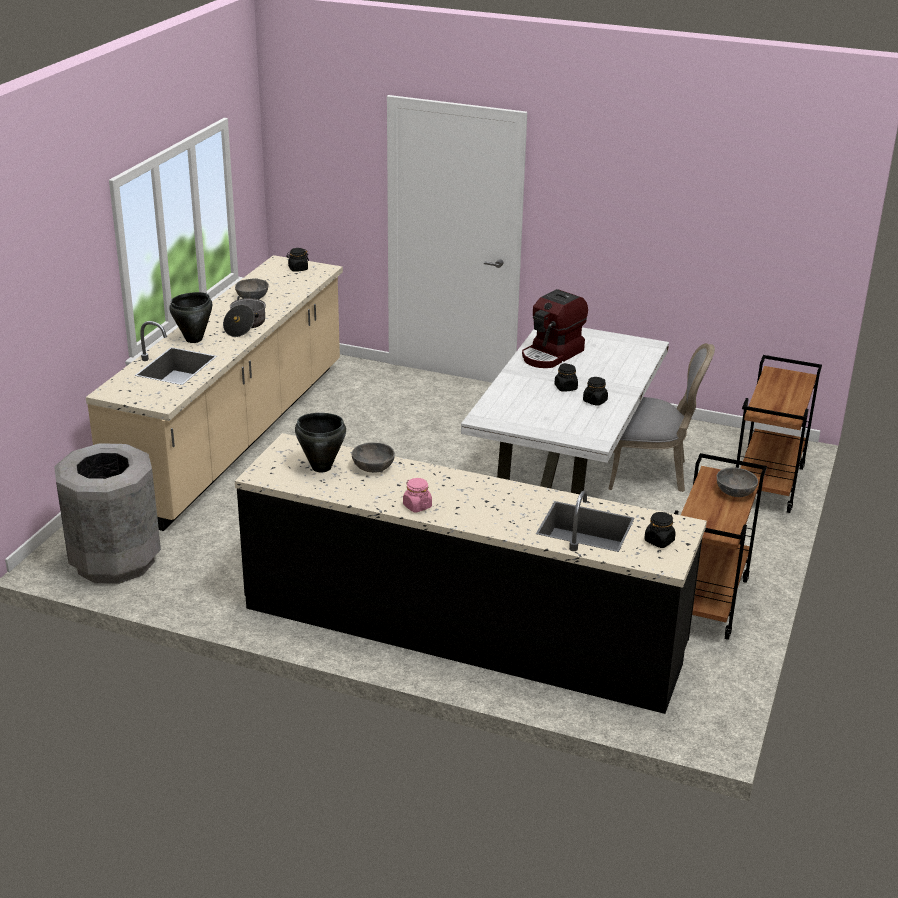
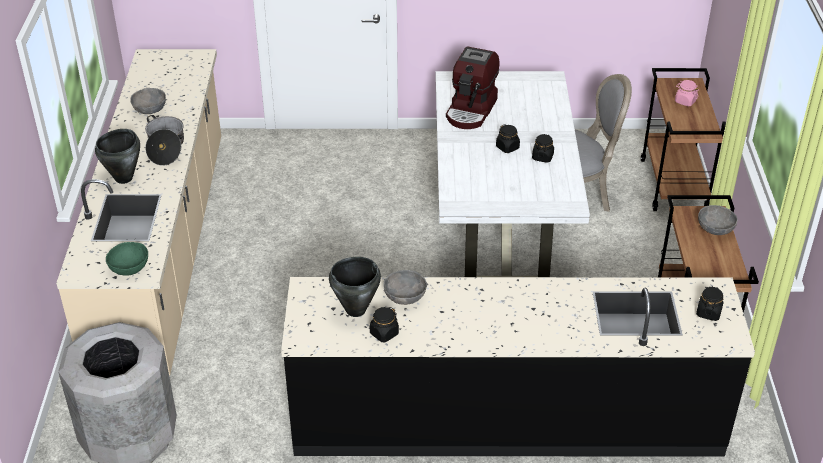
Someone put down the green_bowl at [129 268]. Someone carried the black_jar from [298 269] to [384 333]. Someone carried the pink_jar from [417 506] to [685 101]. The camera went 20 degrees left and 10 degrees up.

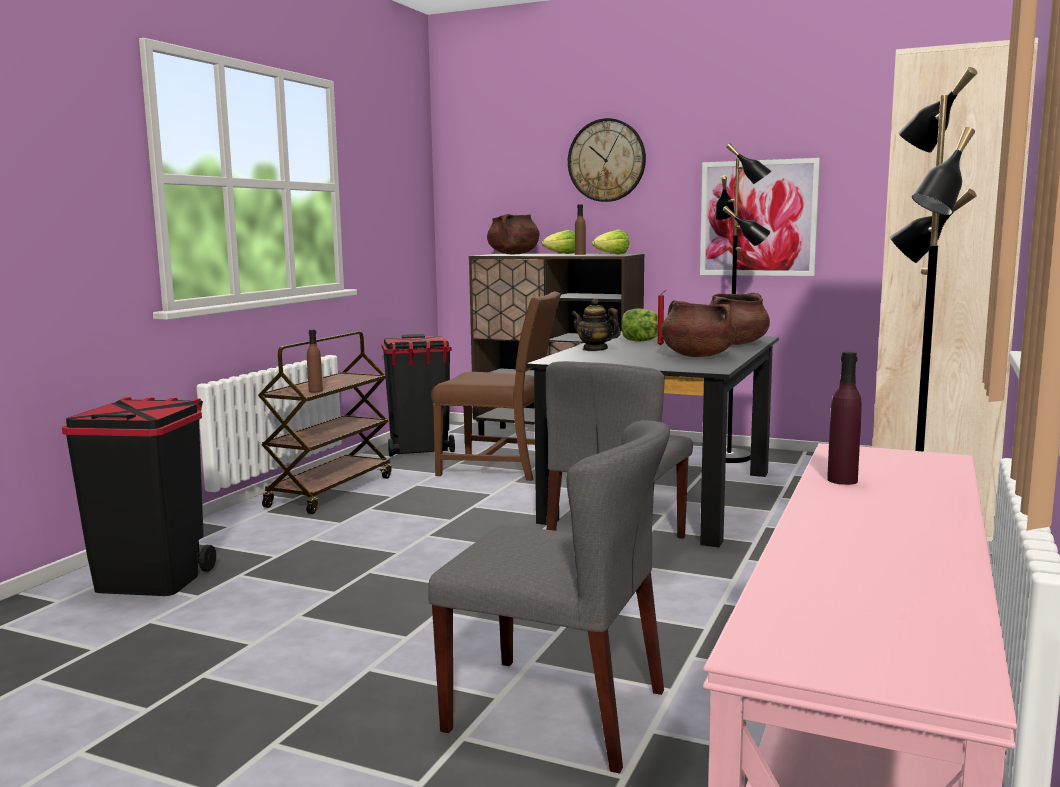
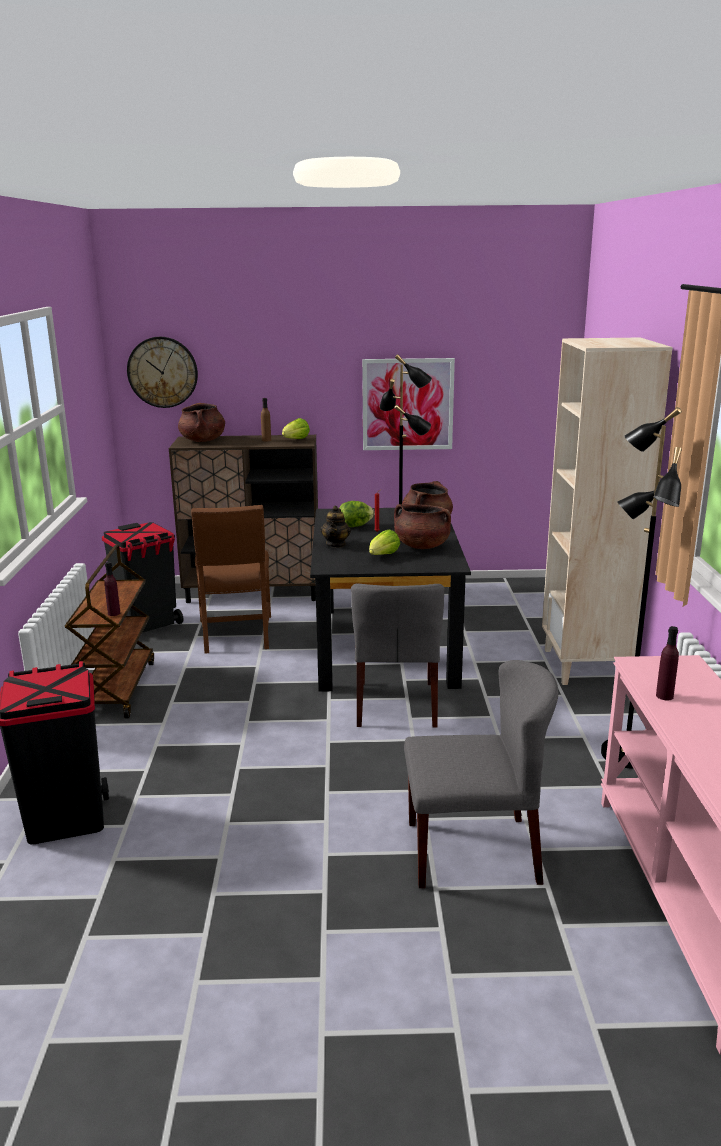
Someone carried the lettuce from [561 254] to [383 556]. Someone carried the wall_clock from [606 160] to [162 372]. Someone repainted the brown_bottle at [315 391], which became the purple_bottle at [114 613]. Someone rotated the brown_chair at [500 467] by 90 degrees clockwise. Someone rotated the teapot at [595 349] by 90 degrees counterclockwise. The camera went 25 degrees left and 10 degrees up.

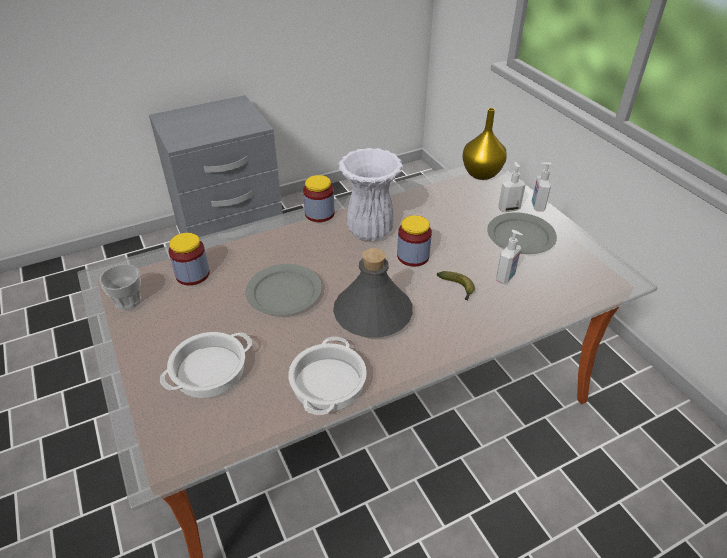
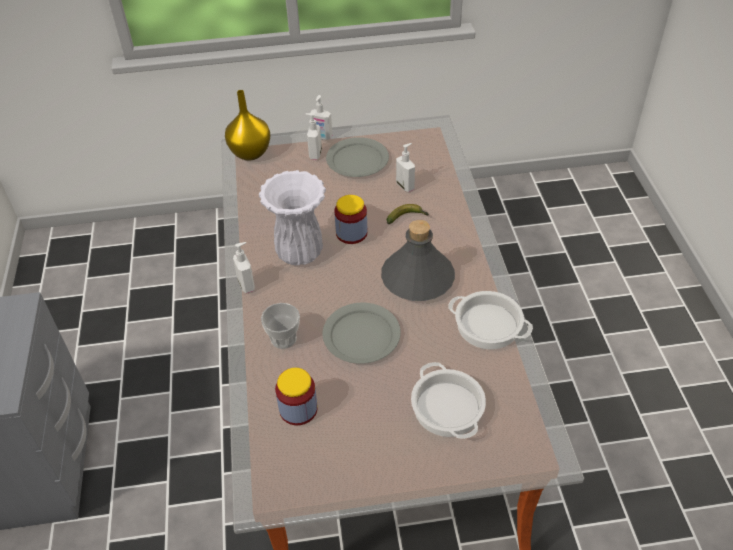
Someone carried the cup from [128 301] to [283 338]. Someone swapped the jar at [319 213] for the soap_dispenser at [247 285]. The camera went 70 degrees left and 5 degrees up.

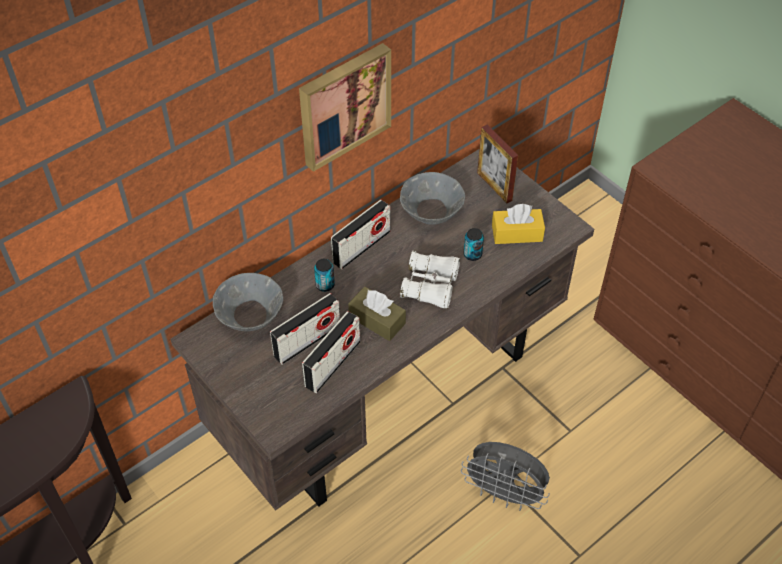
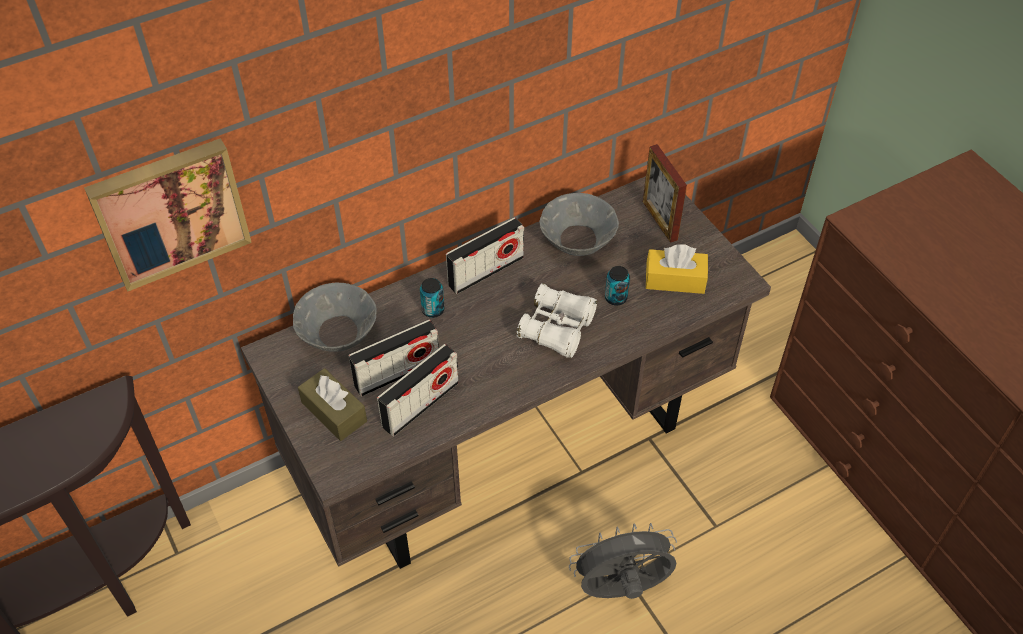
Someone carried the picture from [343 105] to [170 211]. Someone carried the brown_tissue_box from [377 320] to [334 412]. Someone rotated the grey_fan at [504 494] by 135 degrees clockwise. The camera went 10 degrees right and 0 degrees up.

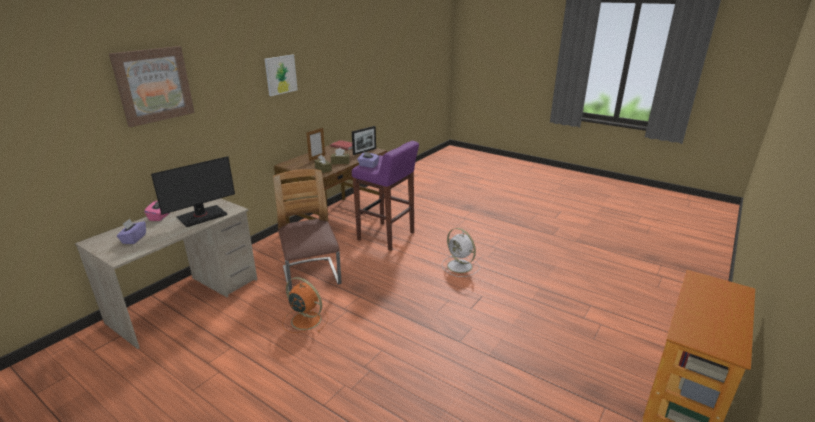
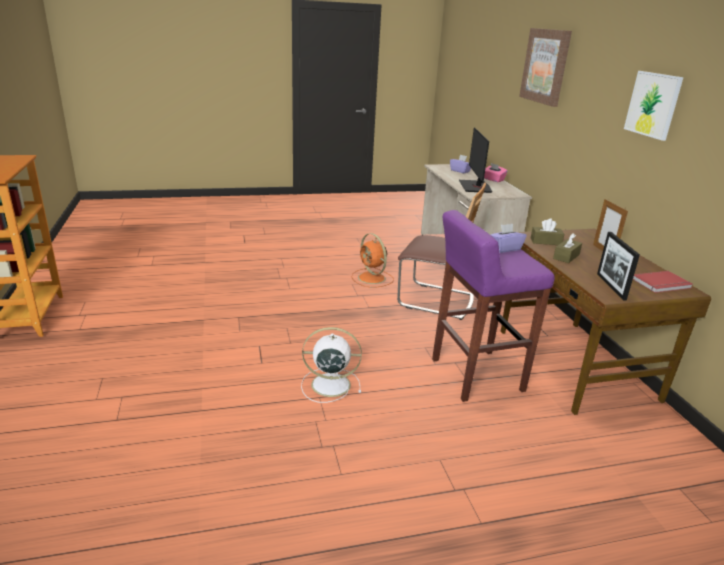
Someone rotated the orange_fan at [305 320] by 75 degrees clockwise. The camera went 130 degrees right and 0 degrees up.

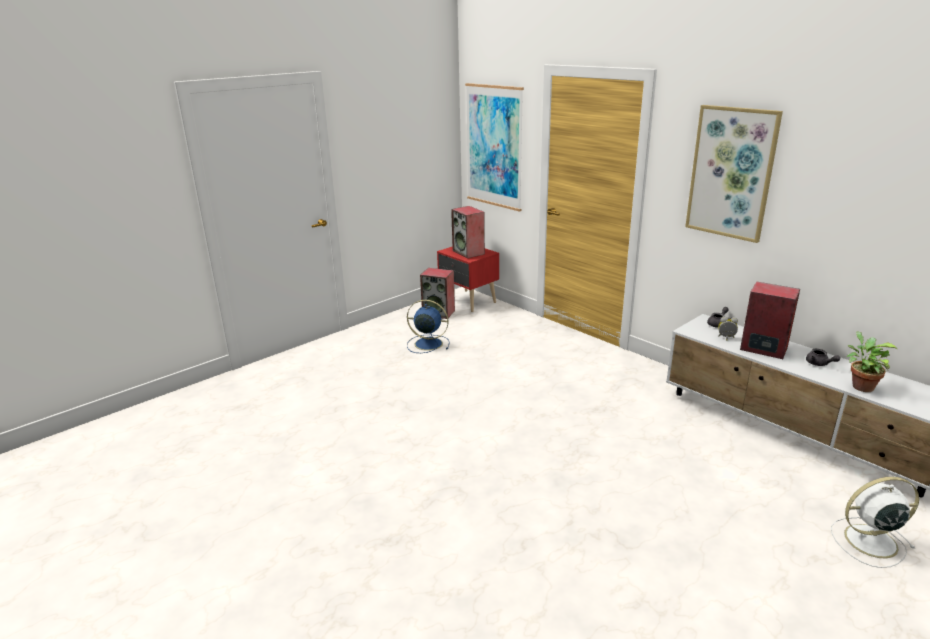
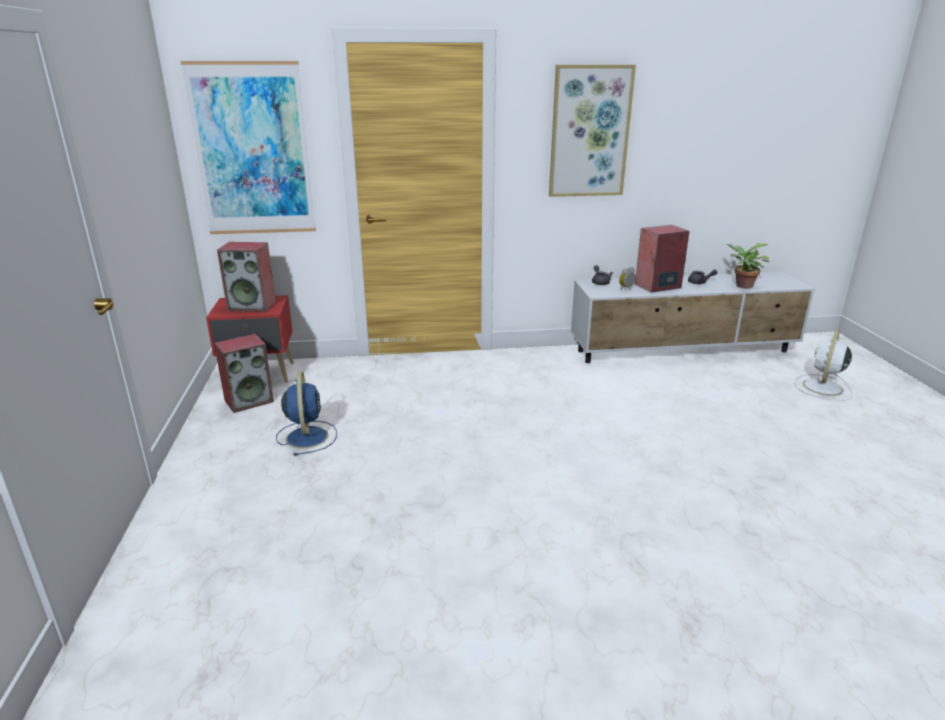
Someone rotated the blue_fan at [427 344] by 120 degrees clockwise. The camera went 55 degrees left and 0 degrees up.

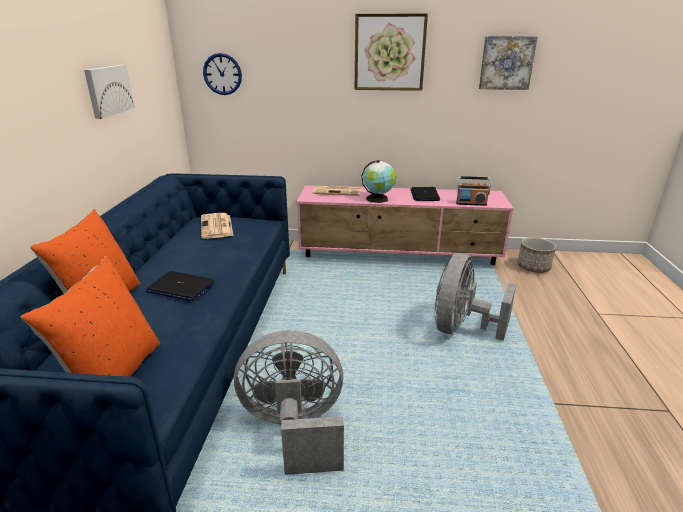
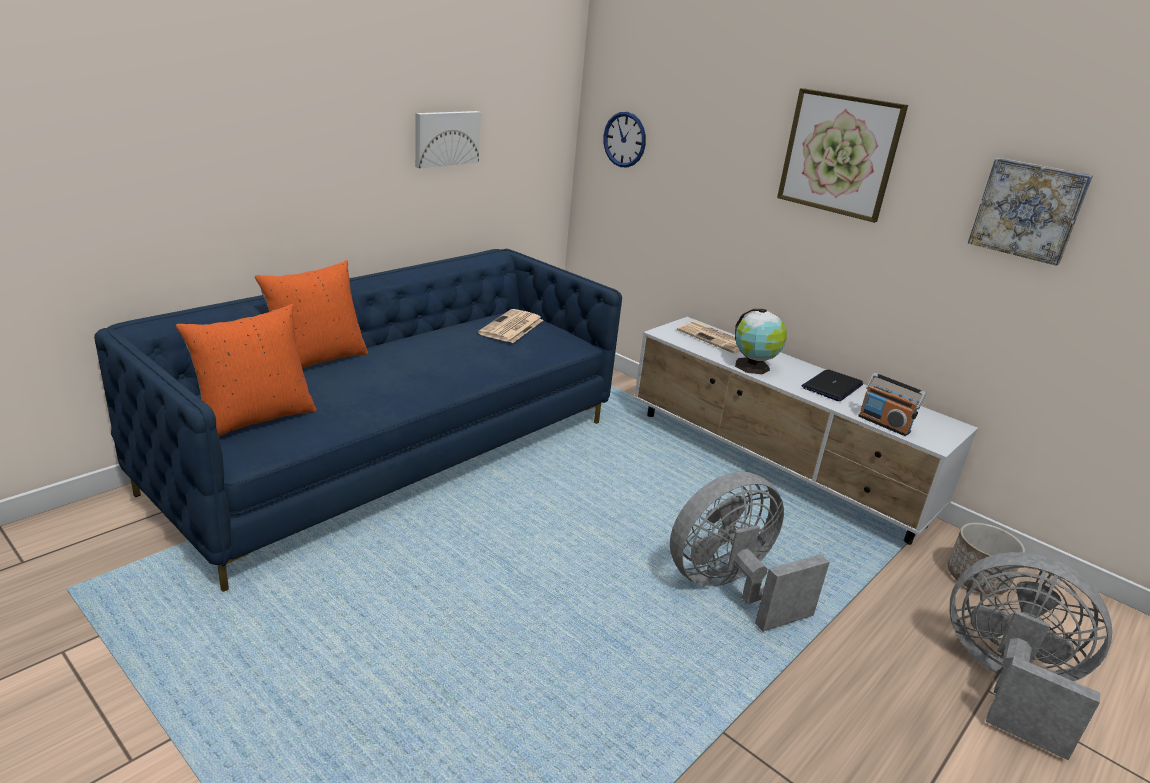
Someone took away the laptop at [180 287]. Someone carried the grey_fan from [295 429] to [1006 684]. Someone repainted the pink_tv_stand at [399 256], which became the white_tv_stand at [775 467]. The camera went 35 degrees right and 0 degrees up.

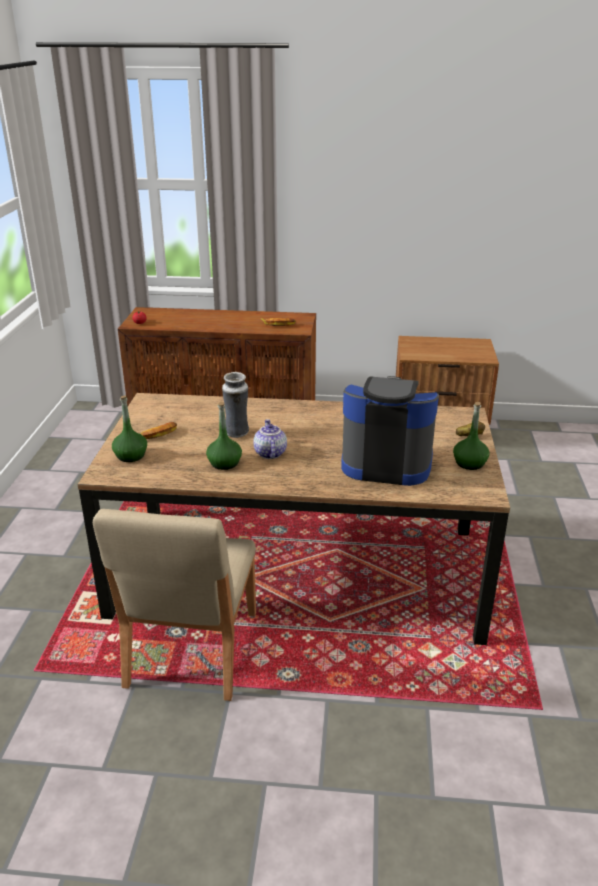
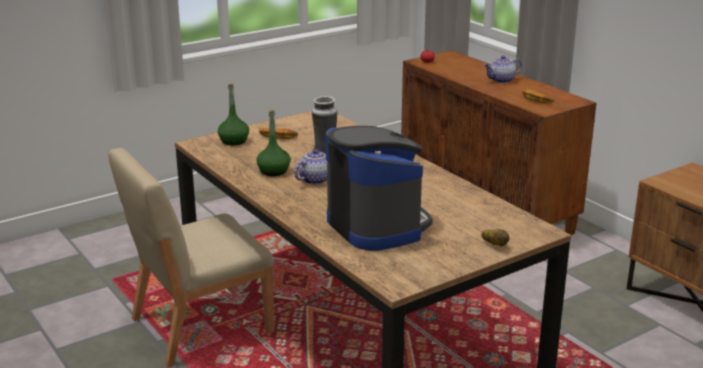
Someone took away the green_bottle at [469 463]. Someone put down the teapot at [502 80]. The camera went 50 degrees right and 5 degrees down.

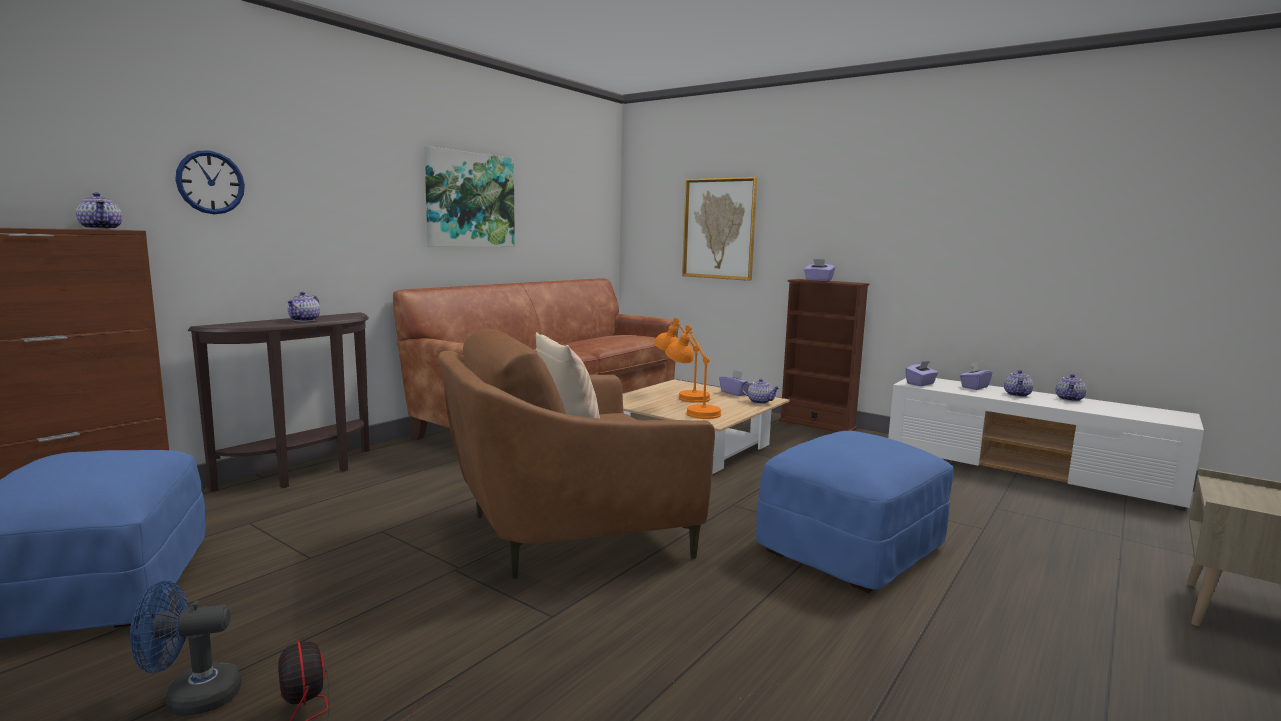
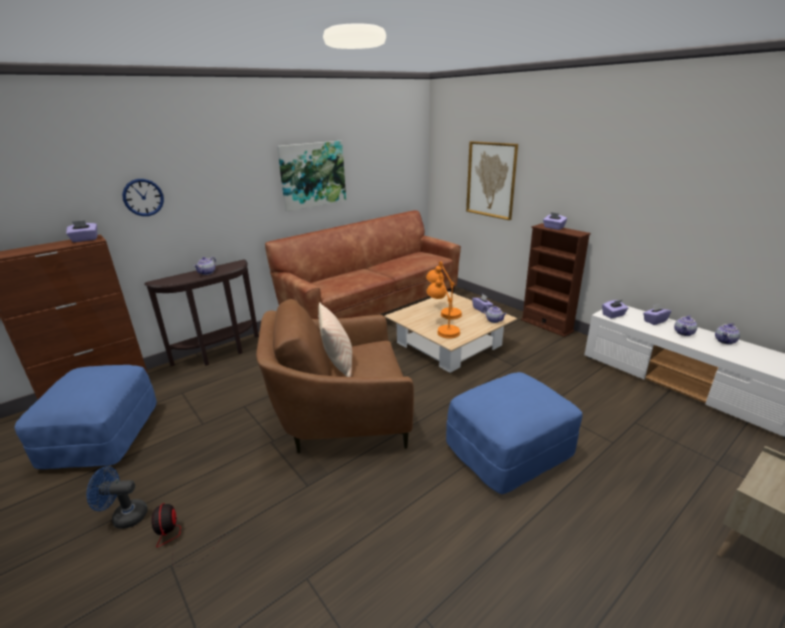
Someone swapped the teapot at [102 229] for the purple_tissue_box at [85 239]. The camera went 15 degrees right and 15 degrees up.

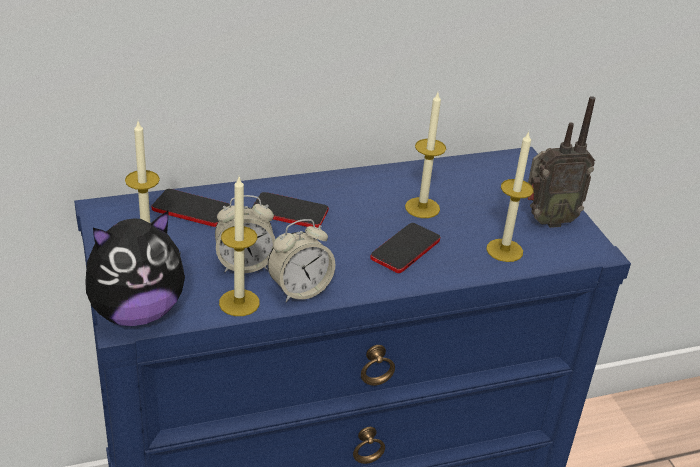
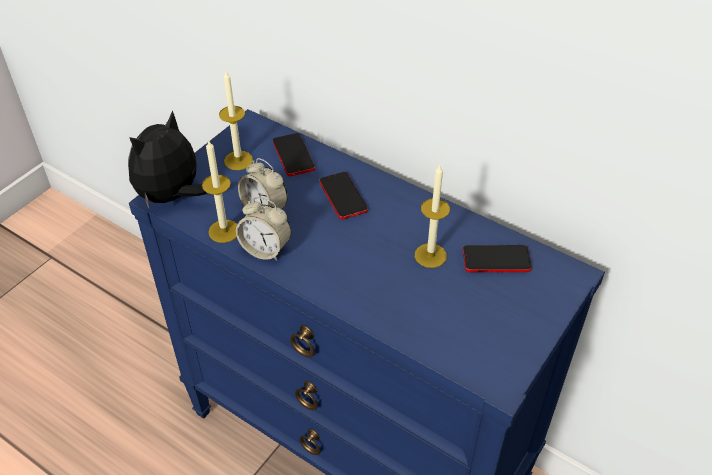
Someone took away the candle at [504 250]. Someone took away the radio at [547 220]. Someone carried the phone from [405 249] to [496 260]. Someone rotated the plush_toy at [136 312] by 105 degrees clockwise. The camera went 55 degrees right and 10 degrees up.

